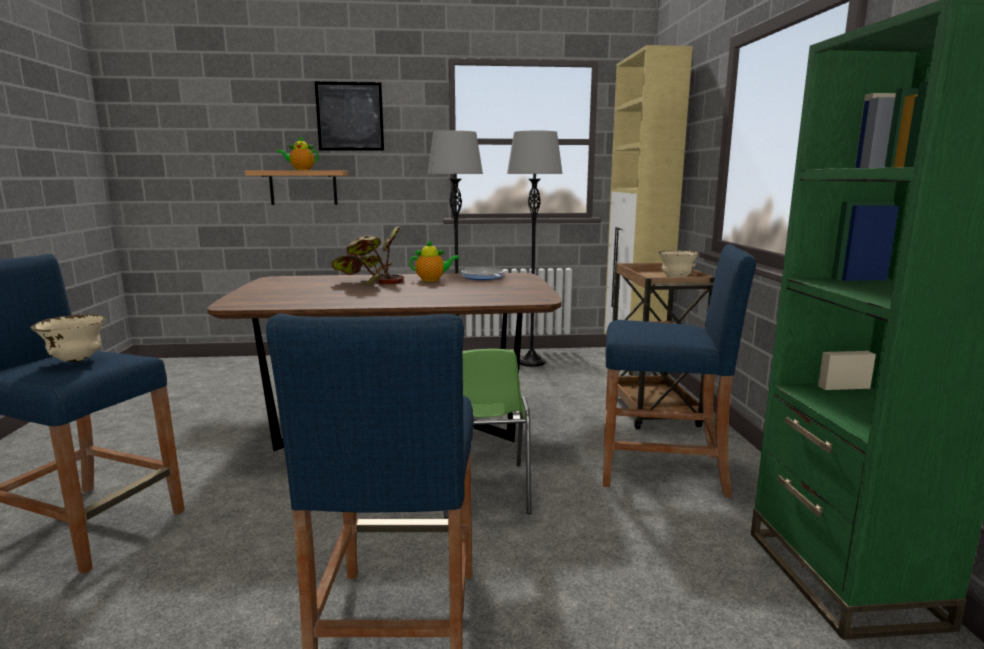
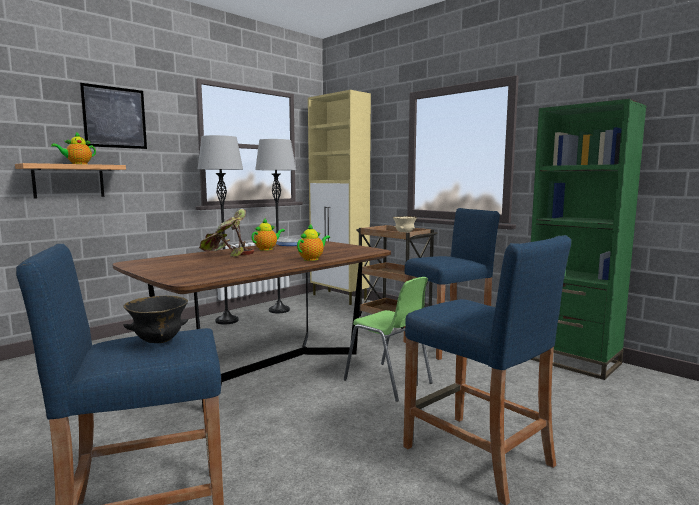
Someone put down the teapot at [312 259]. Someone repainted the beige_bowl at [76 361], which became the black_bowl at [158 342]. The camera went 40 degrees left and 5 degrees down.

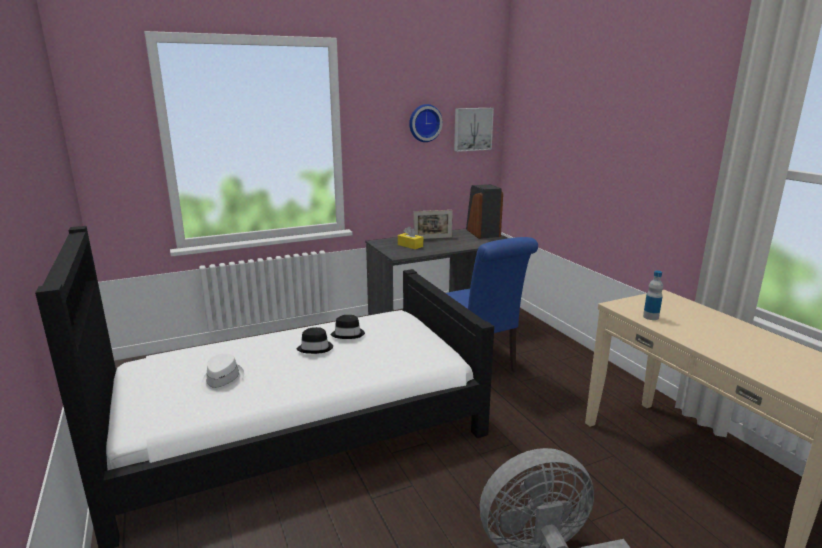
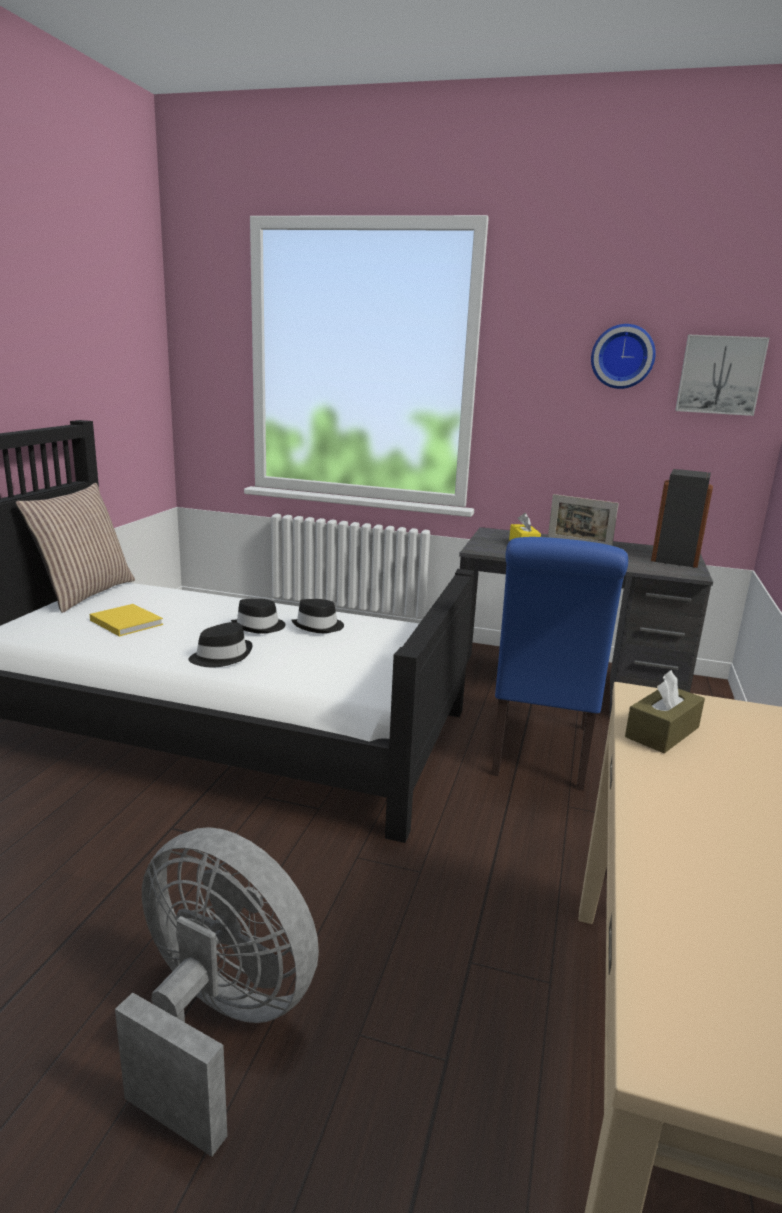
Someone put down the pillow at [85 593]. Someone put down the black_hat at [221 656]. Someone swapped the white_hat at [221 381] for the yellow_book at [125 622]. Someone swapped the bottle at [650 317] for the brown_tissue_box at [662 732]. The camera went 40 degrees right and 0 degrees up.

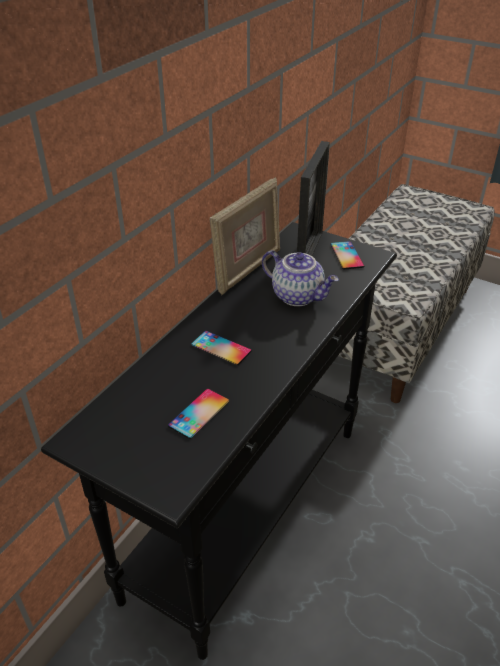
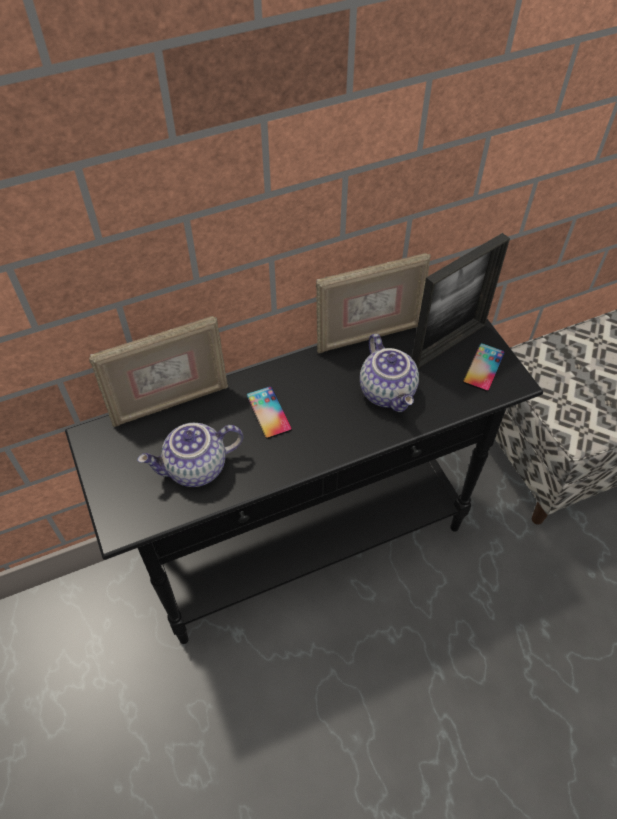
Someone put down the picture_frame at [170 402]. Someone swapped the phone at [199 413] for the teapot at [196 469]. The camera went 35 degrees right and 15 degrees up.

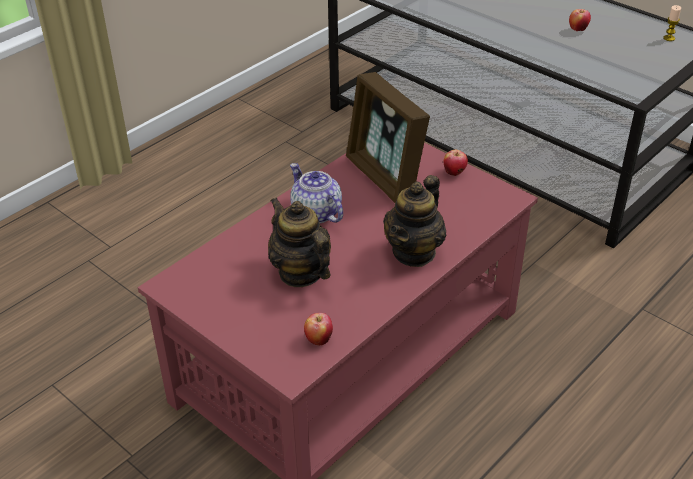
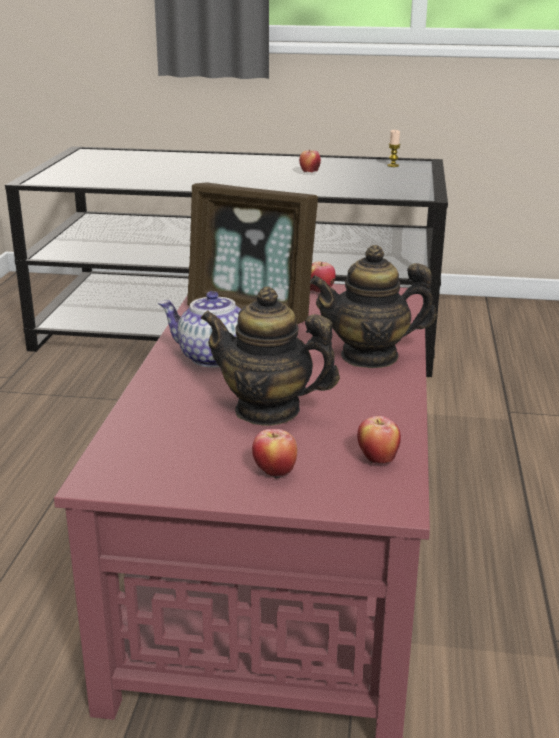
Someone put down the apple at [274 473]. Someone rotated the teapot at [414 252] by 90 degrees clockwise. The camera went 35 degrees left and 15 degrees down.

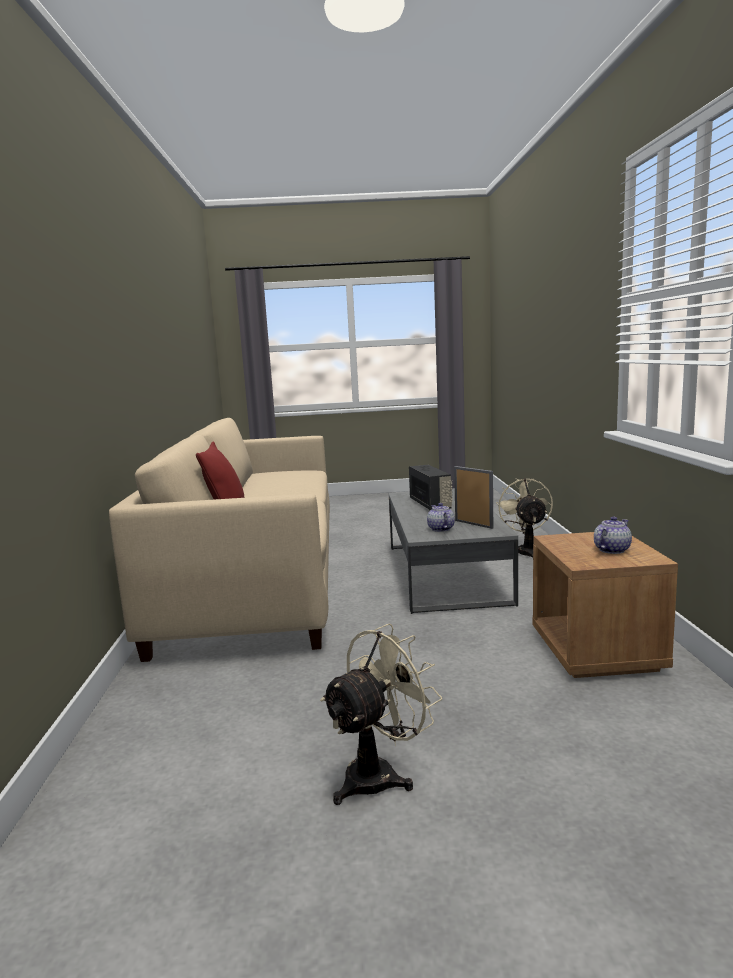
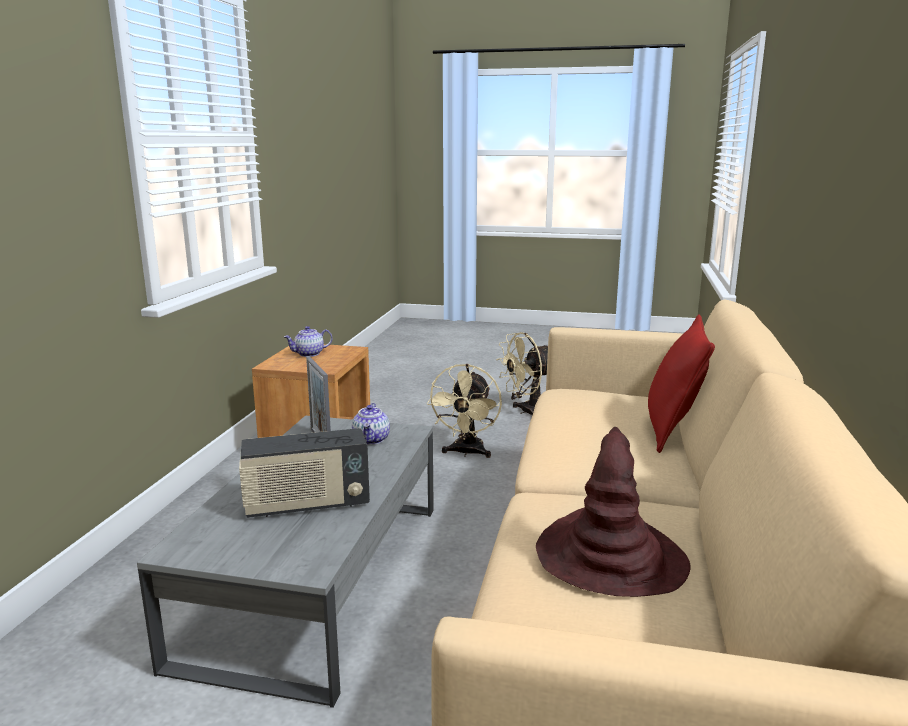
Someone put down the brown_hat at [610 557]. Someone carried the beige_fan from [527 551] to [466 453]. Someone rotated the radio at [430 504] by 105 degrees counterclockwise. The camera went 165 degrees left and 5 degrees up.

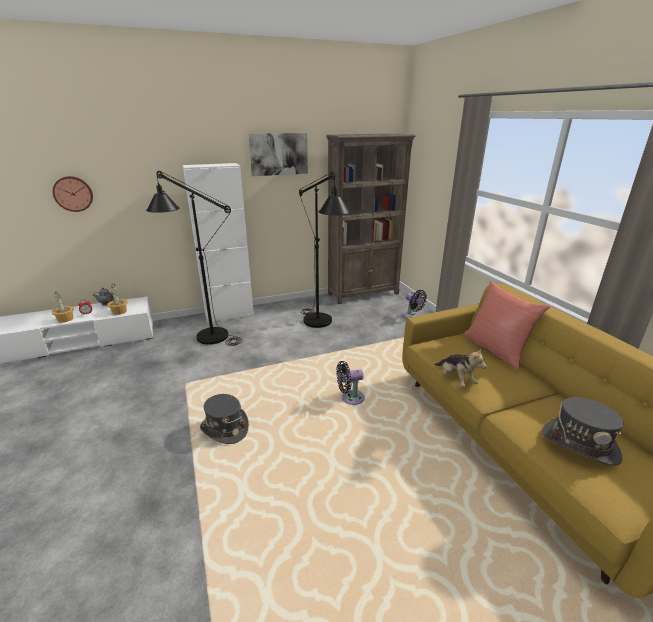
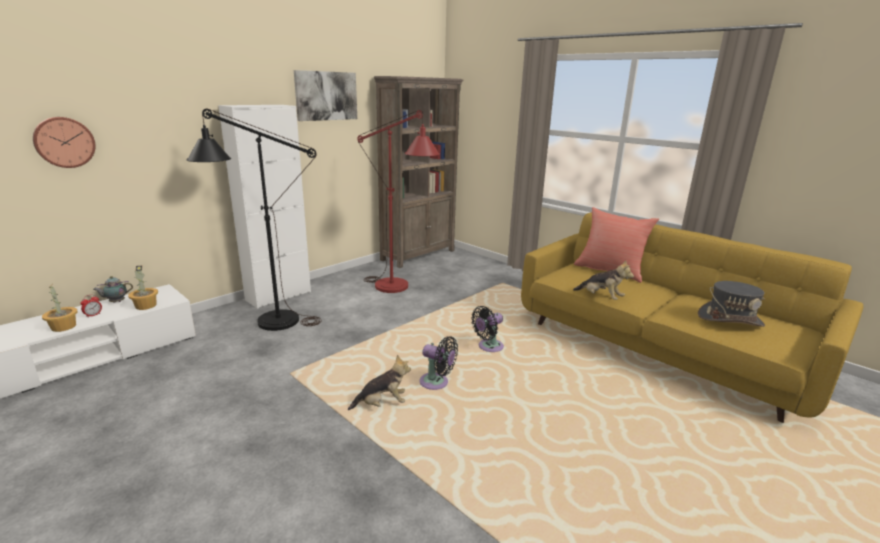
Someone carried the black_fan from [412 316] to [436 383]. Someone swapped the grey_hat at [225 428] for the plush_toy at [382 404]. Someone repainted the black_floor_lamp at [321 324], which became the red_floor_lamp at [399 288]. The camera went 25 degrees left and 5 degrees down.

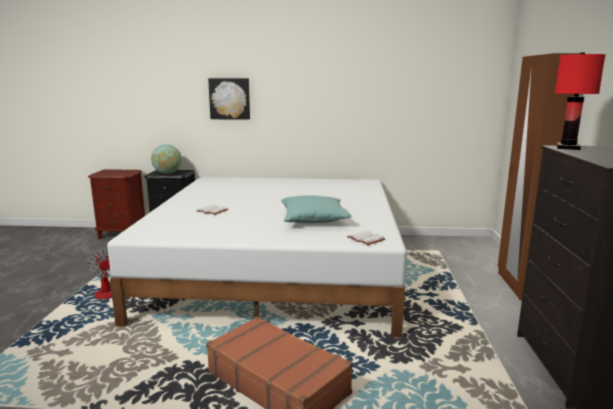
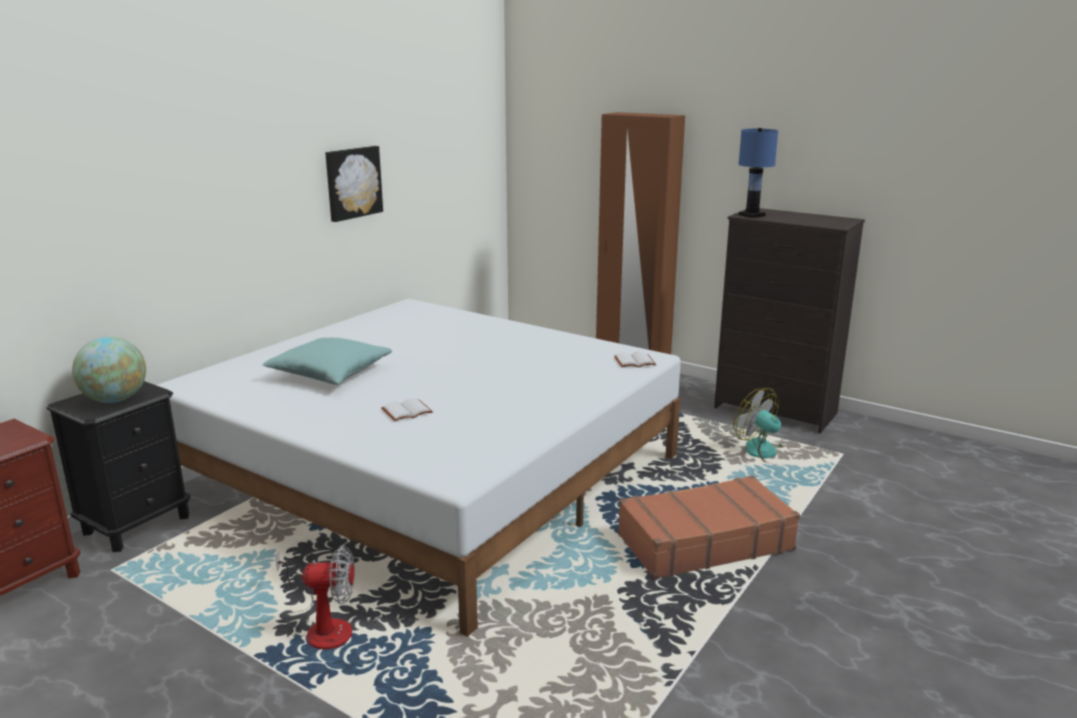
Someone put down the fan at [768 453]. Someone carried the picture from [230 98] to [352 182]. Someone carried the turquoise_pillow from [314 219] to [330 374]. Someone repainted the red_table_lamp at [568 148], which became the blue_table_lamp at [752 215]. The camera went 60 degrees left and 5 degrees up.

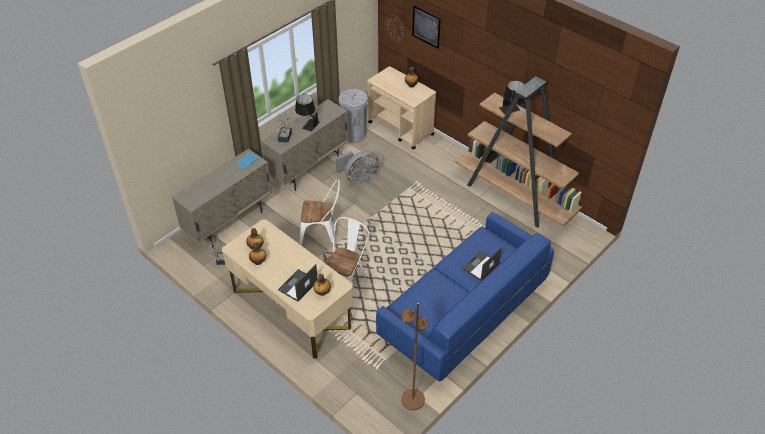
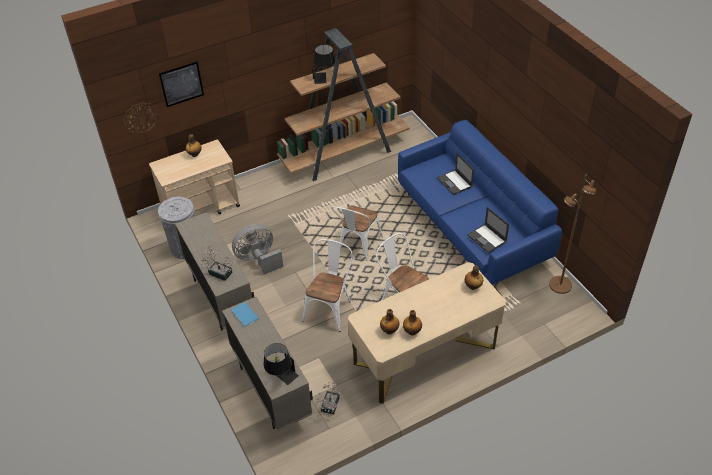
Someone put down the white_chair at [357 247]. Someone carried the laptop from [297 286] to [487 238]. Someone carried the black_table_lamp from [307 124] to [281 377]. Someone rotated the grey_fan at [358 178] by 105 degrees counterclockwise. The camera went 70 degrees left and 0 degrees up.

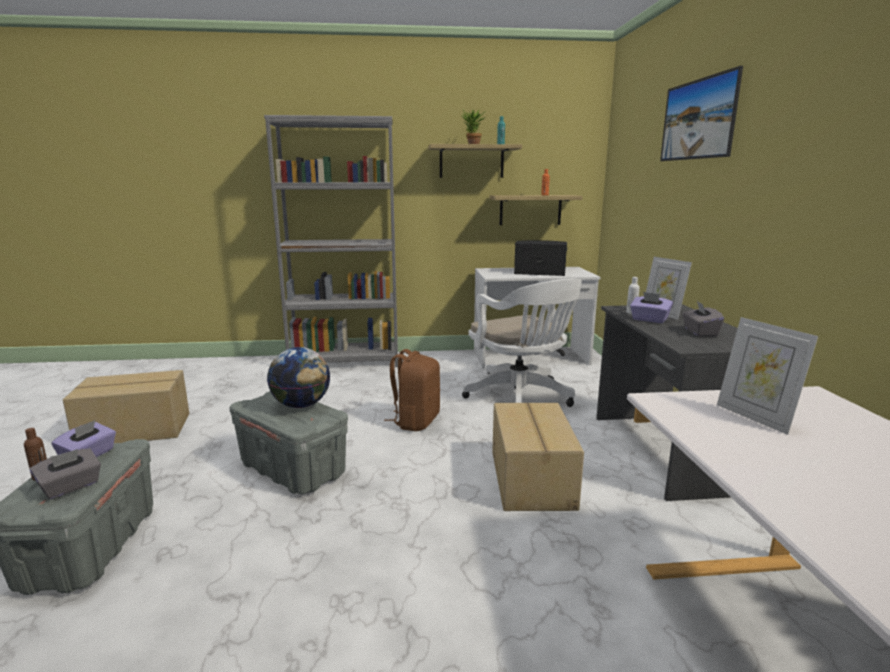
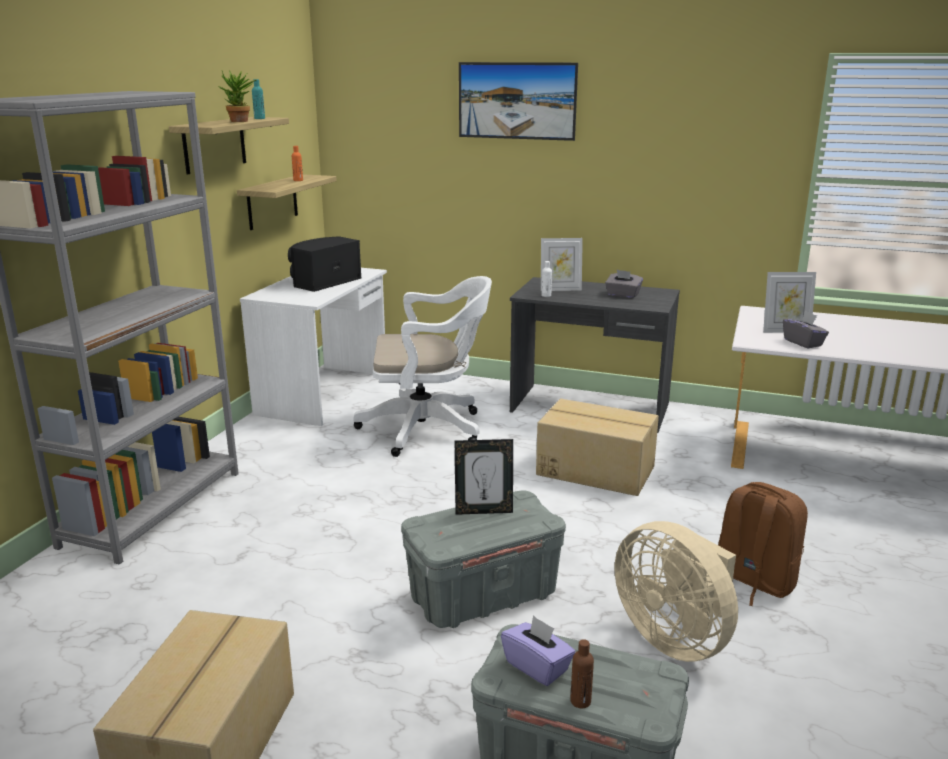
Someone took away the purple_tissue_box at [649 320]. Someone put down the beige_fan at [675 637]. Someone carried the grey_tissue_box from [71 487] to [803 343]. Someone carried the brown_backpack from [415 421] to [752 581]. Someone swapped the globe at [301 405] for the picture_frame at [483 511]. The camera went 65 degrees left and 5 degrees up.

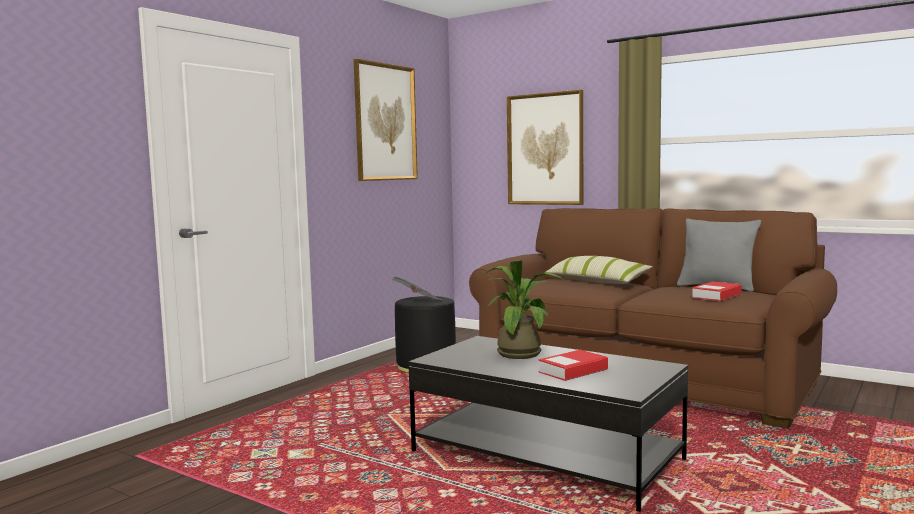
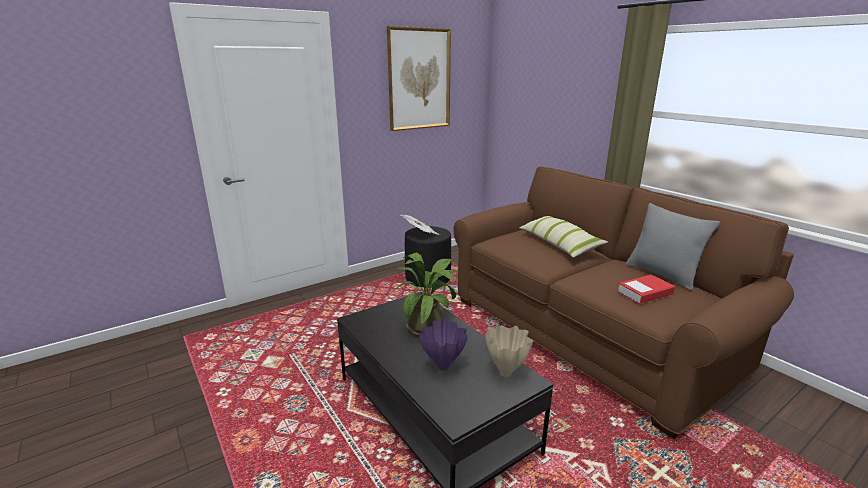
Someone took away the picture at [545 149]. Someone put down the beige_vase at [506 374]. Someone swapped the book at [573 371] for the purple_vase at [442 368]. The camera went 20 degrees right and 15 degrees up.

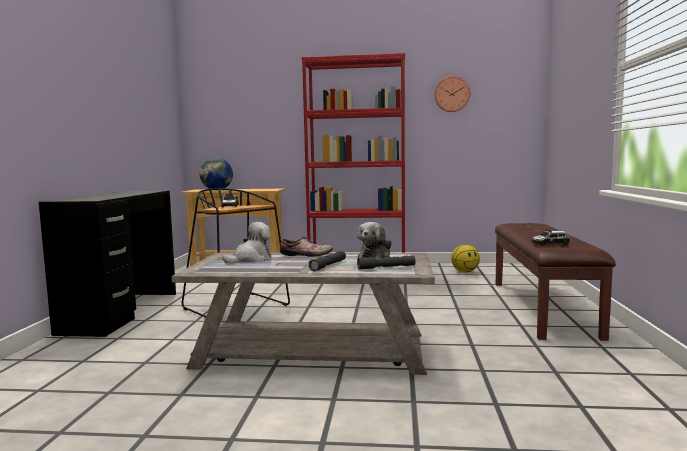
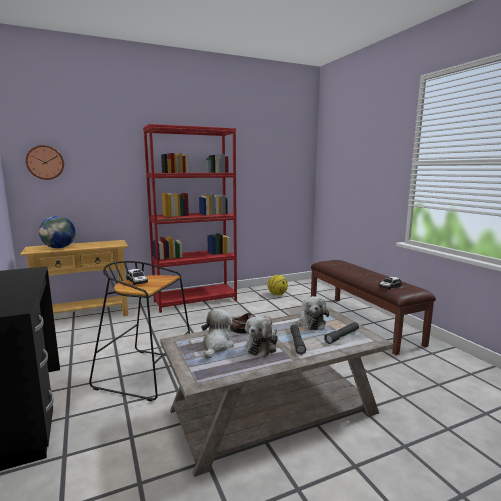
Someone put down the plush_toy at [262 347]. Someone carried the wall_clock from [451 94] to [45 162]. The camera went 30 degrees left and 5 degrees up.

